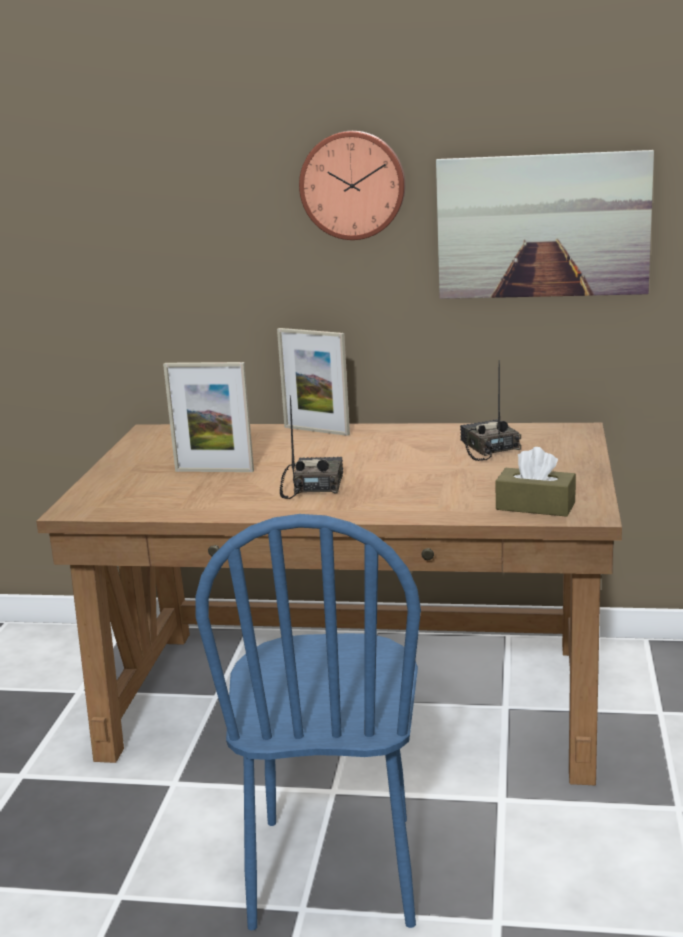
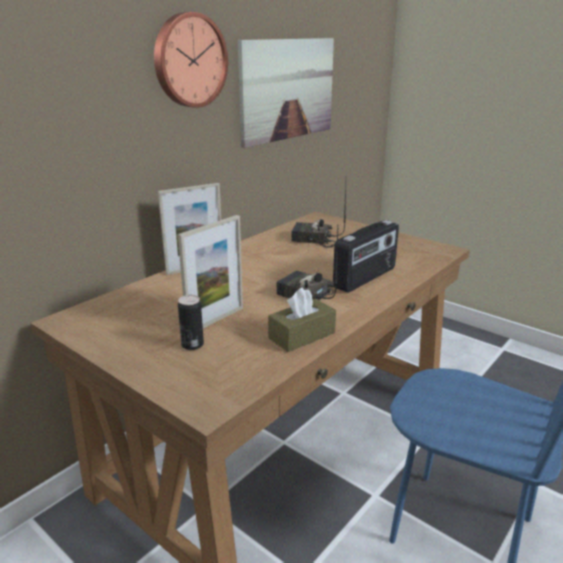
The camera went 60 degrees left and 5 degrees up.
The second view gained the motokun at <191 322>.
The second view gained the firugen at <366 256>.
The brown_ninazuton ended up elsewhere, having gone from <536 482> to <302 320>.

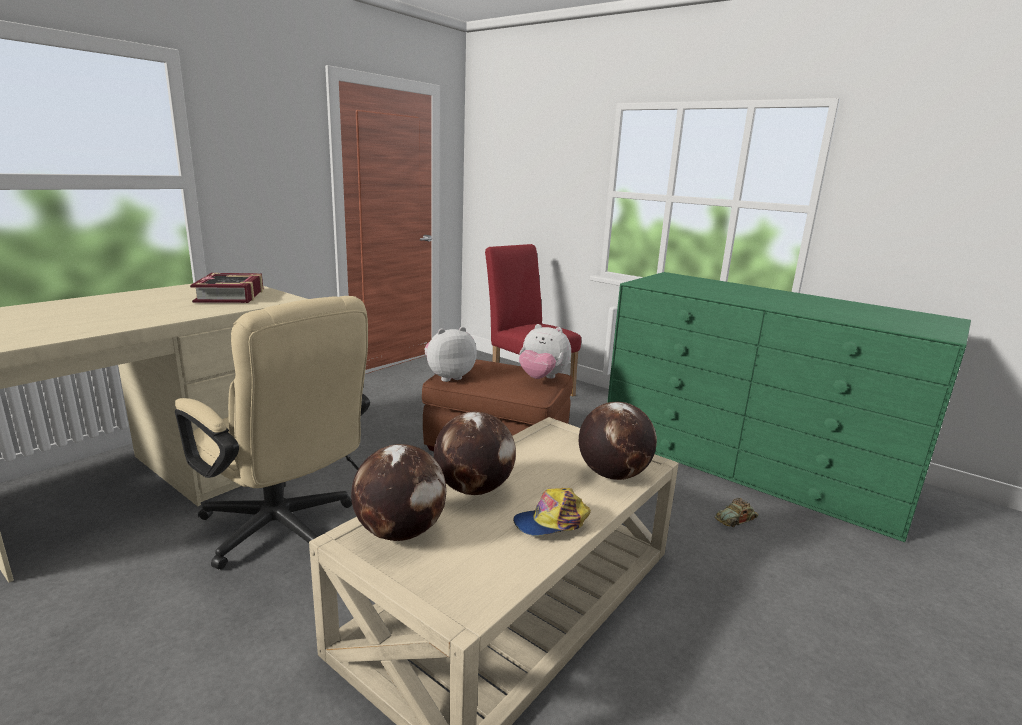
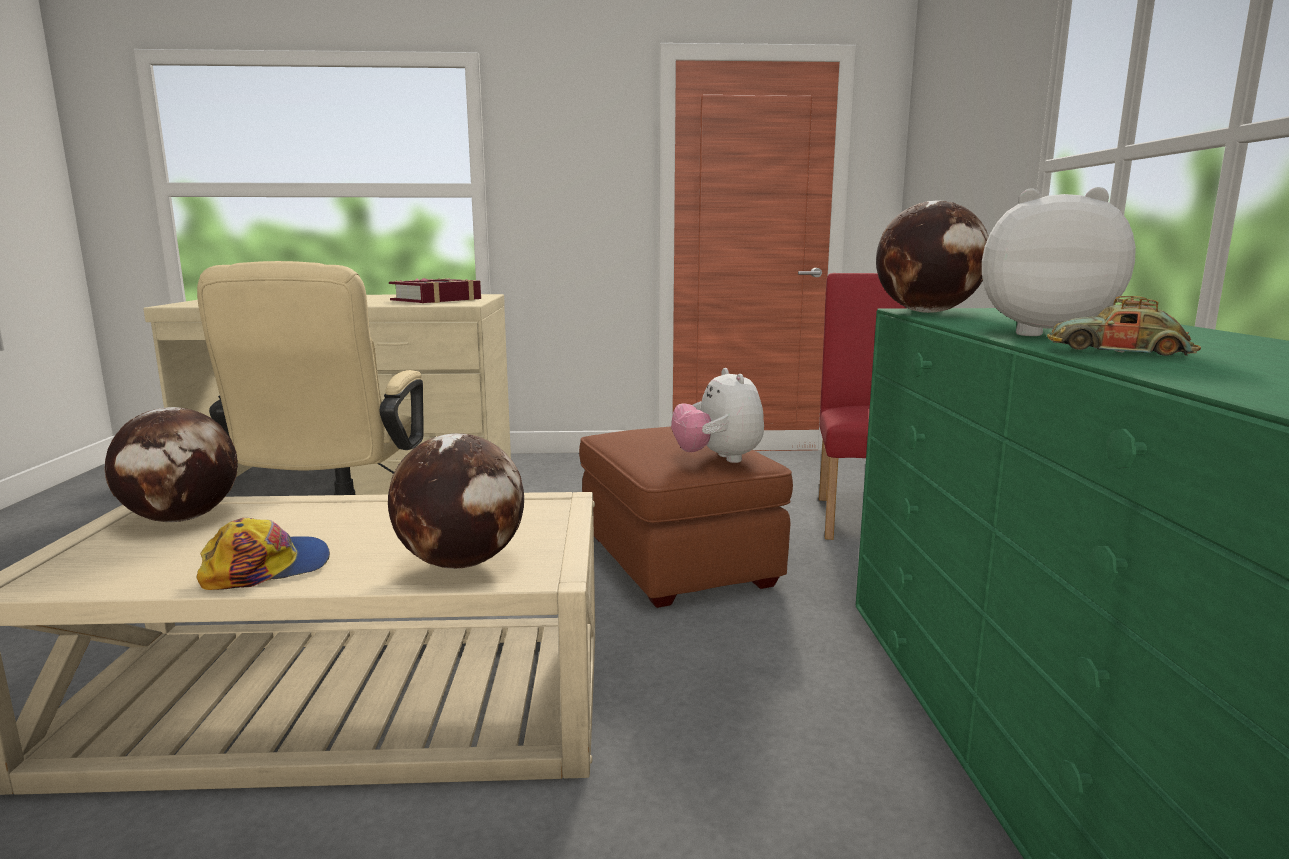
The camera went 50 degrees right and 5 degrees down.
The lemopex ended up elsewhere, having gone from <450 354> to <1059 261>.
The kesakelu ended up elsewhere, having gone from <475 453> to <932 256>.
The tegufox ended up elsewhere, having gone from <736 512> to <1124 326>.
The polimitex at <552 512> ended up facing another way, 120 degrees clockwise from before.

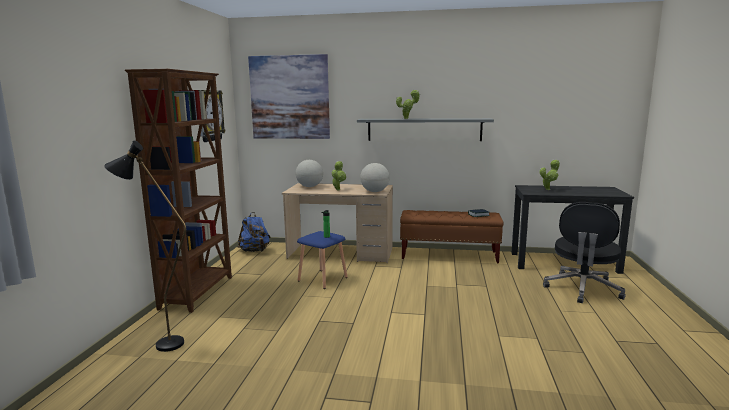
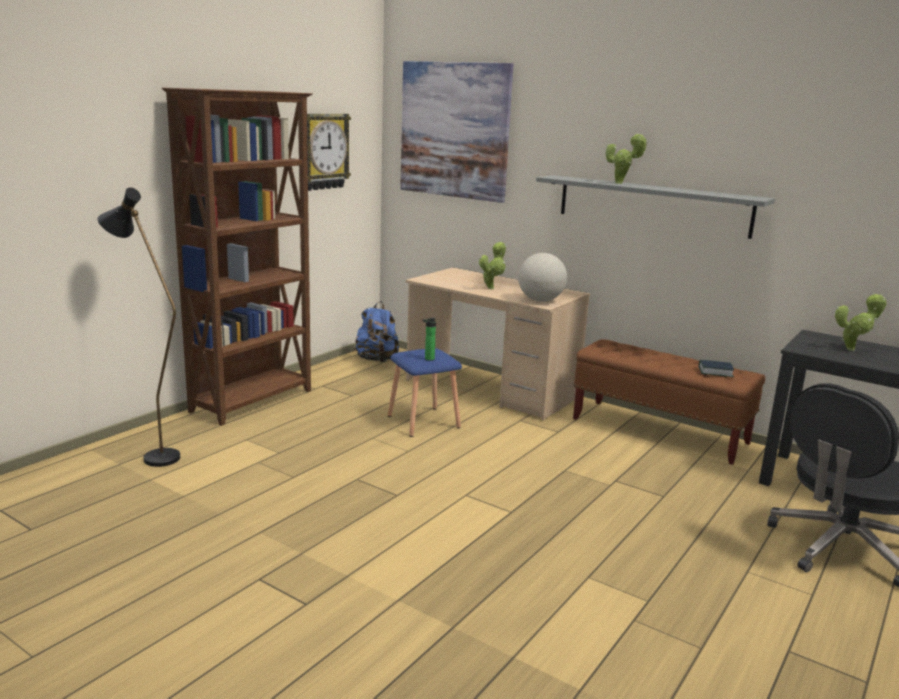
The camera went 25 degrees right and 5 degrees up.
The second view lost the kesakelu at <309 173>.

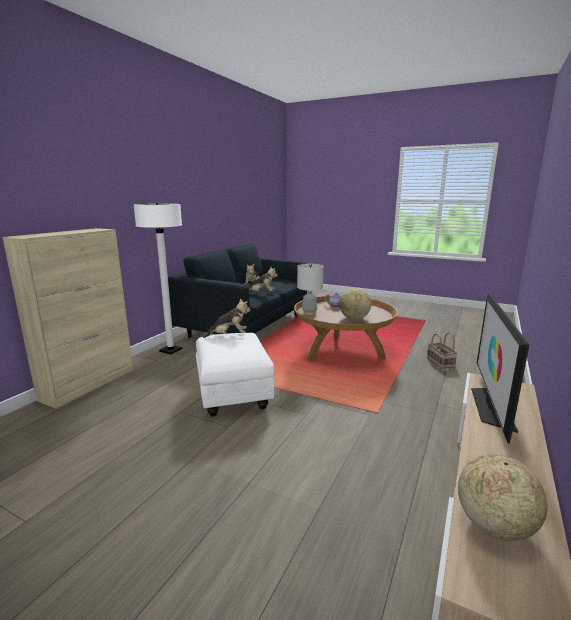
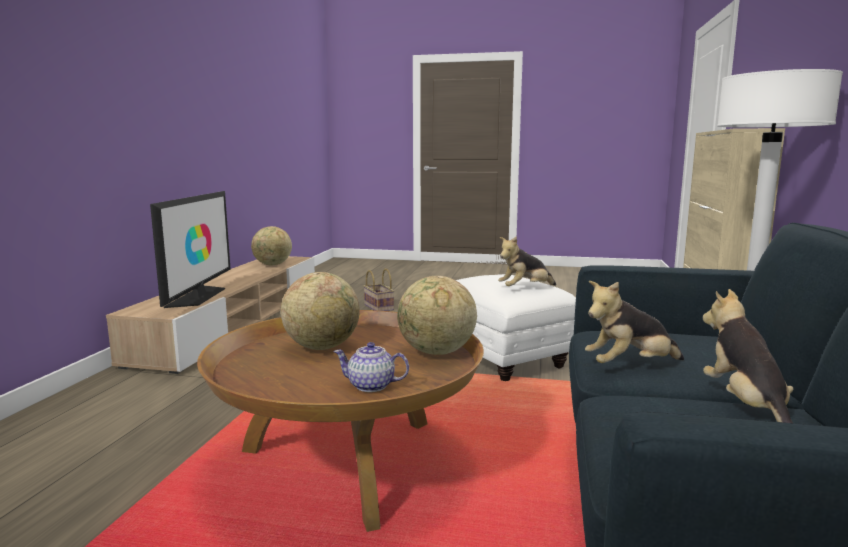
The camera went 165 degrees right and 5 degrees down.
The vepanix ended up elsewhere, having gone from <442 351> to <379 290>.
Where the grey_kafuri stood at <310 289>, the kesakelu came to stand at <437 315>.

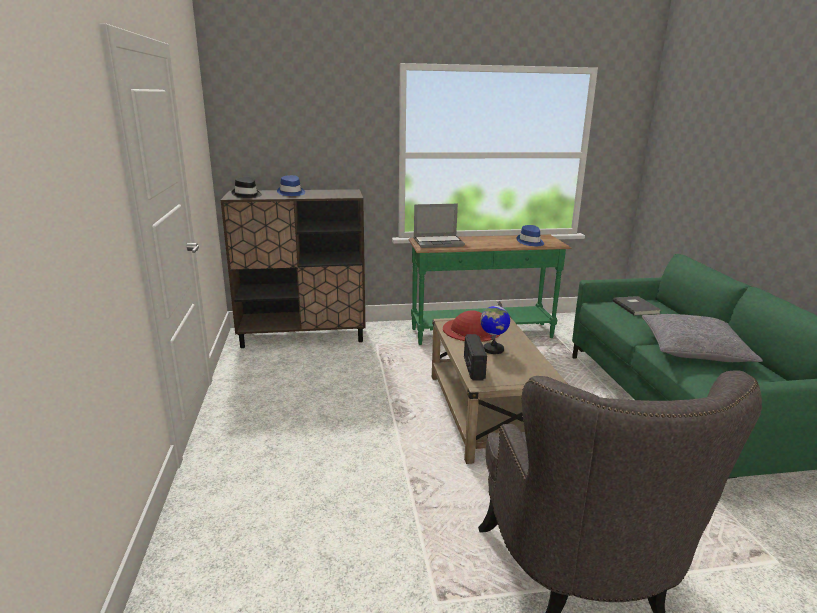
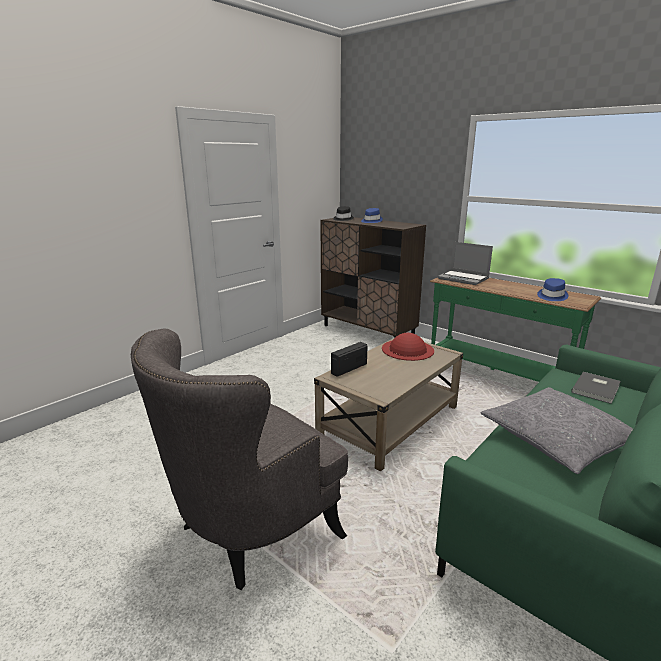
The camera went 50 degrees right and 0 degrees up.
The second view lost the kesakelu at <495 327>.

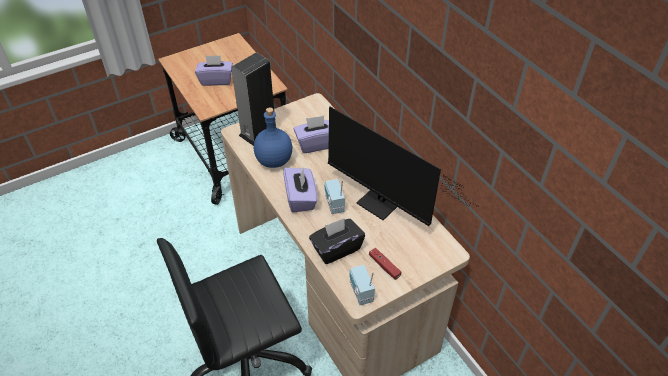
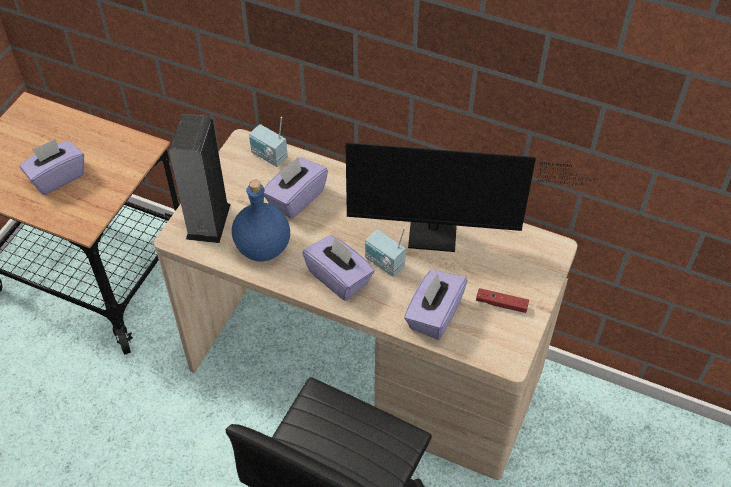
The camera went 35 degrees left and 5 degrees up.
The firugen ended up elsewhere, having gone from <362 285> to <268 142>.
What was the black_ninazuton at <337 241> turned into the purple_ninazuton at <436 305>.

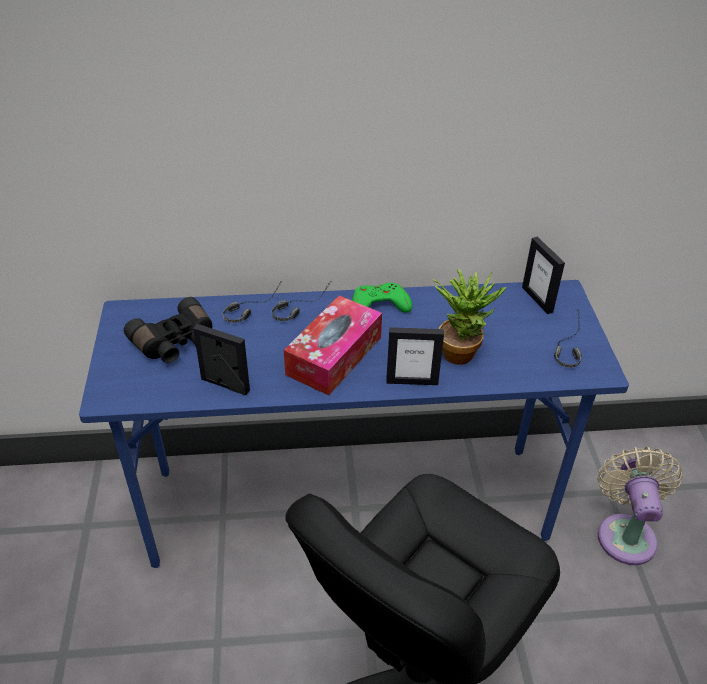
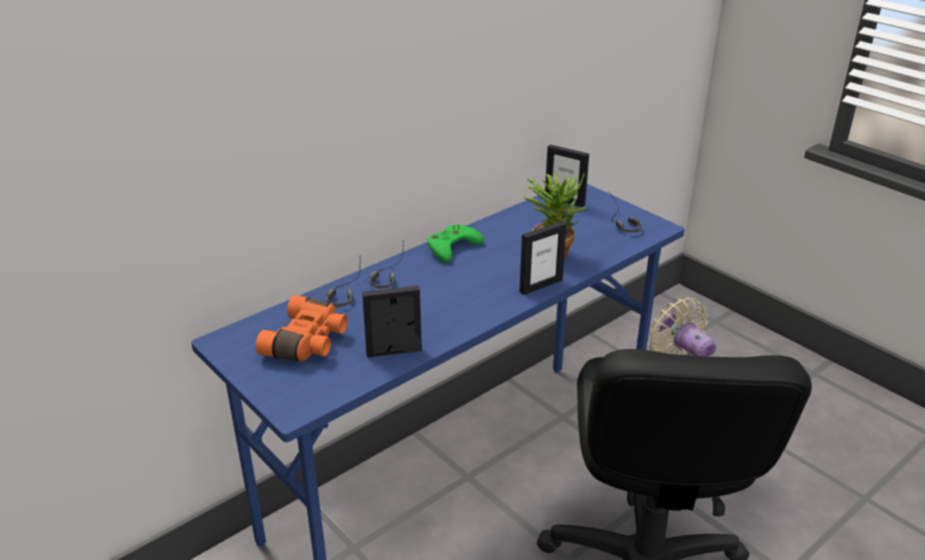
The camera went 35 degrees left and 10 degrees down.
The second view lost the ninazuton at <333 345>.
What was the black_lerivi at <168 330> turned into the orange_lerivi at <301 328>.

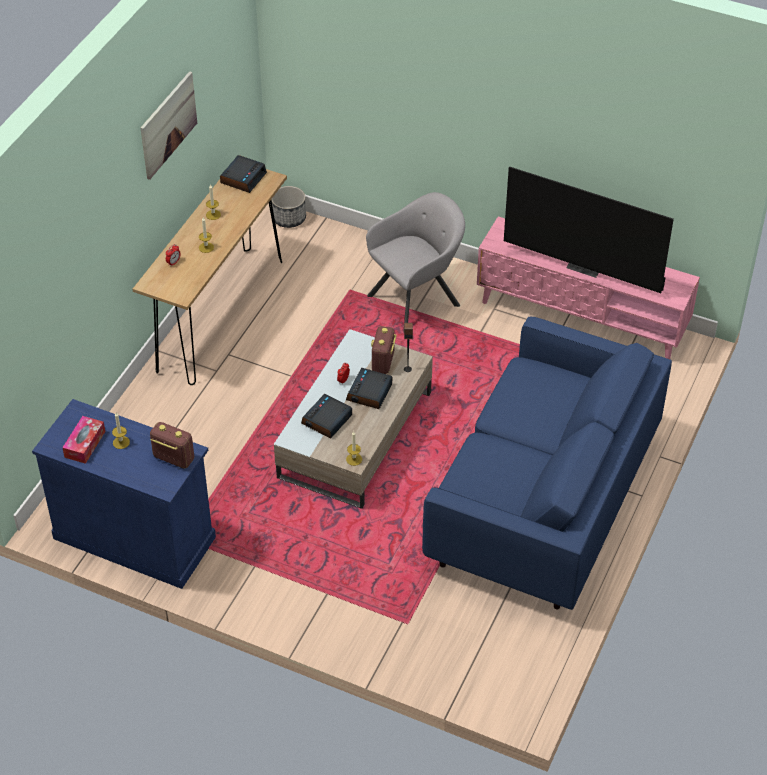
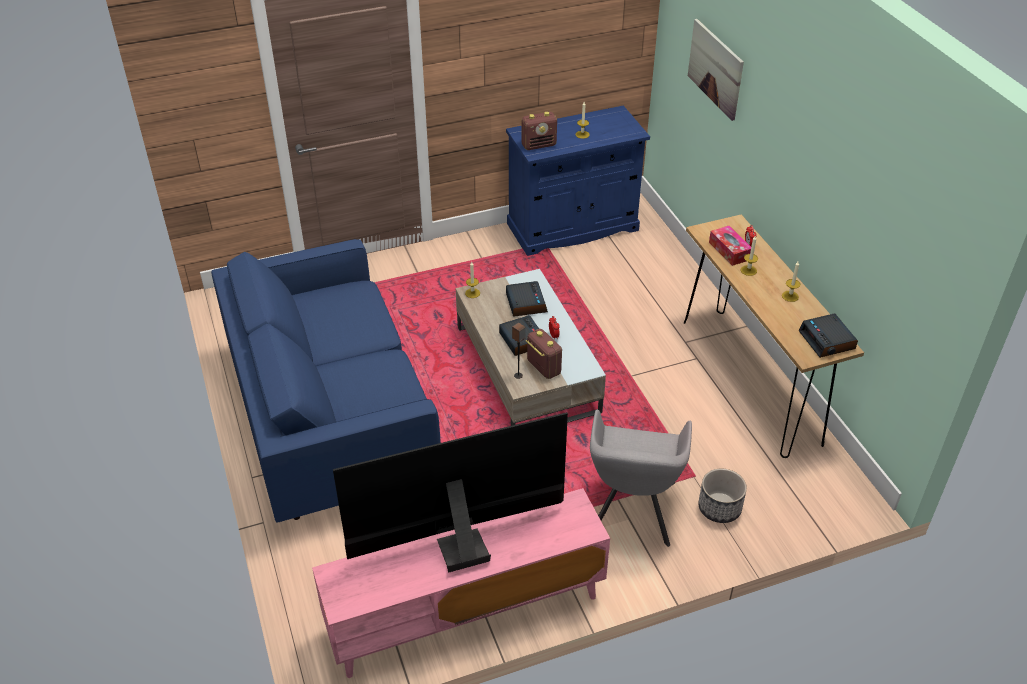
The camera went 135 degrees right and 5 degrees down.
The ninazuton ended up elsewhere, having gone from <83 440> to <730 246>.
The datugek ended up elsewhere, having gone from <169 125> to <716 70>.
The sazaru ended up elsewhere, having gone from <288 207> to <722 496>.

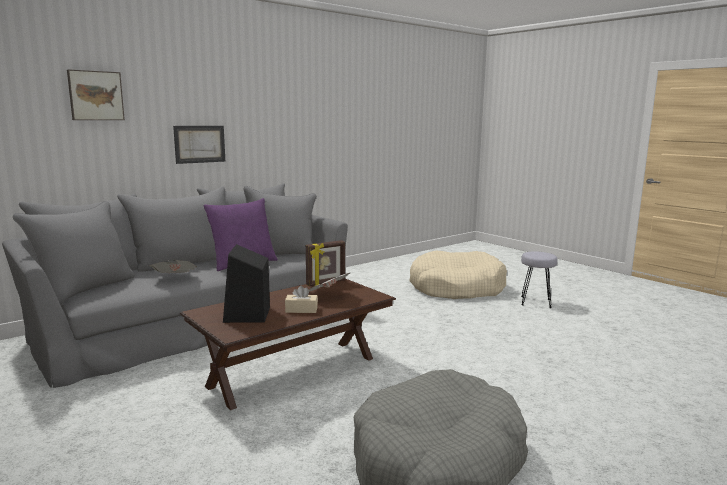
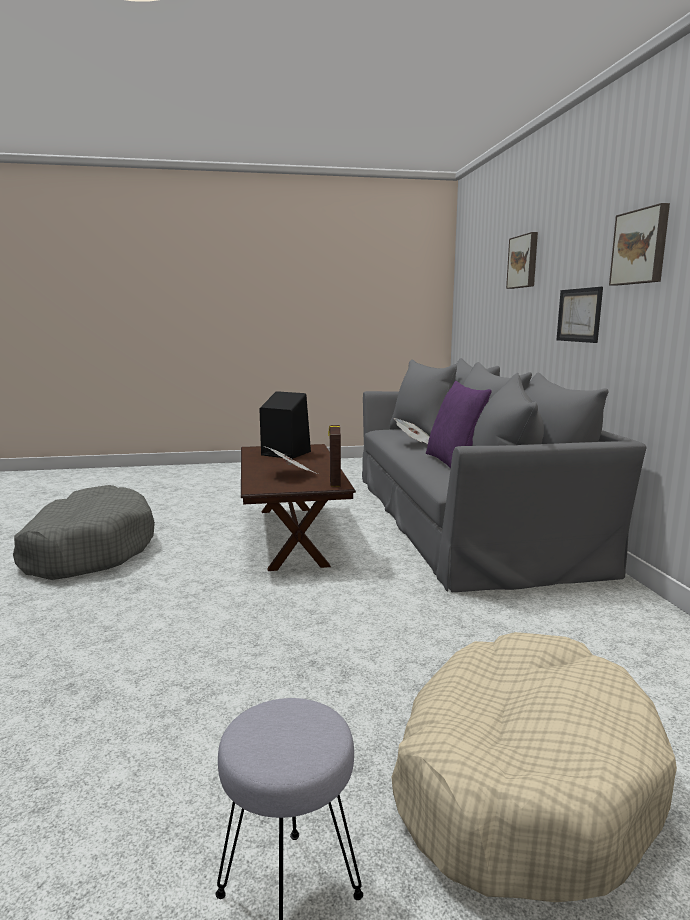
The camera went 120 degrees right and 0 degrees up.
The second view lost the beige_ninazuton at <301 299>.
The second view gained the datugek at <639 244>.

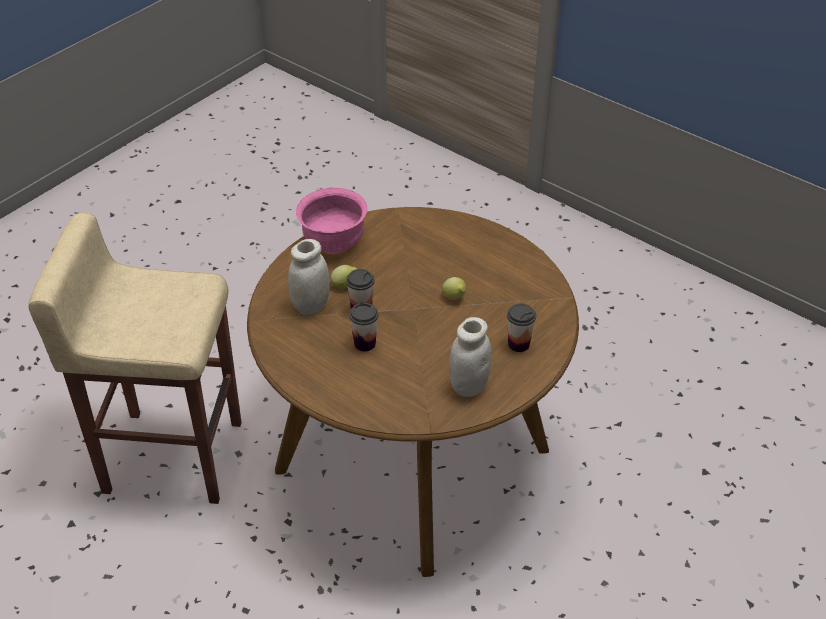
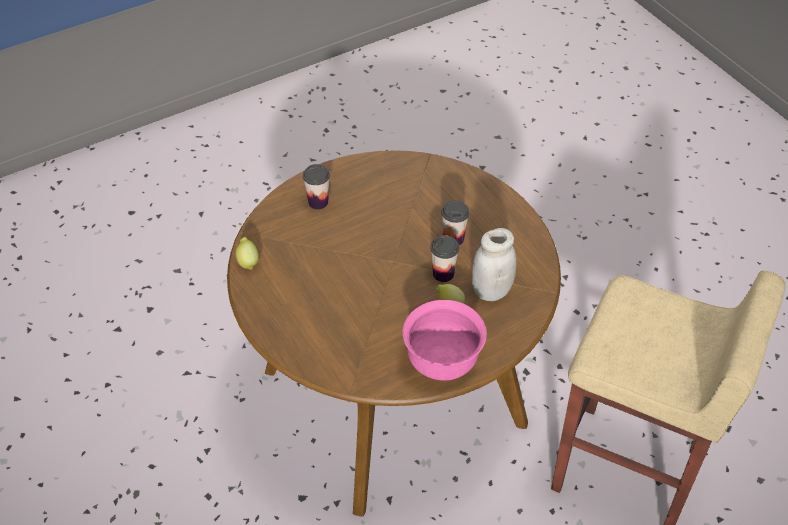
The camera went 160 degrees left and 5 degrees up.
The second view lost the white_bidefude at <470 357>.
The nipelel ended up elsewhere, having gone from <454 288> to <247 253>.

